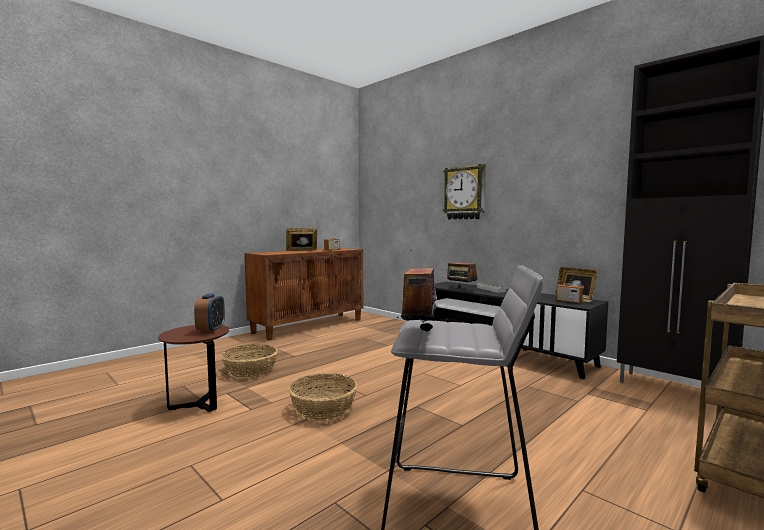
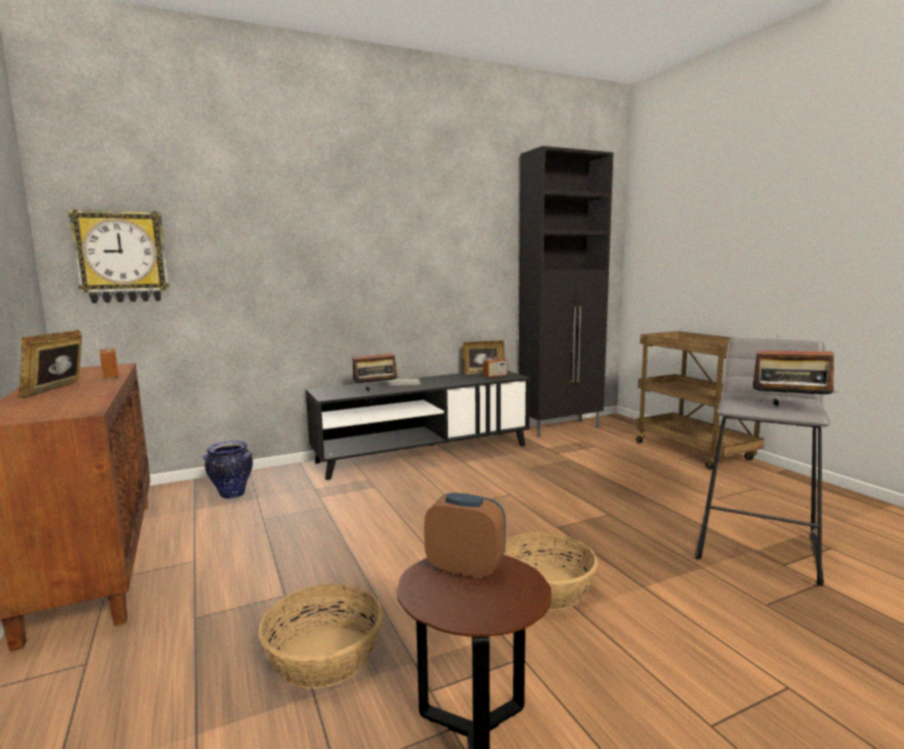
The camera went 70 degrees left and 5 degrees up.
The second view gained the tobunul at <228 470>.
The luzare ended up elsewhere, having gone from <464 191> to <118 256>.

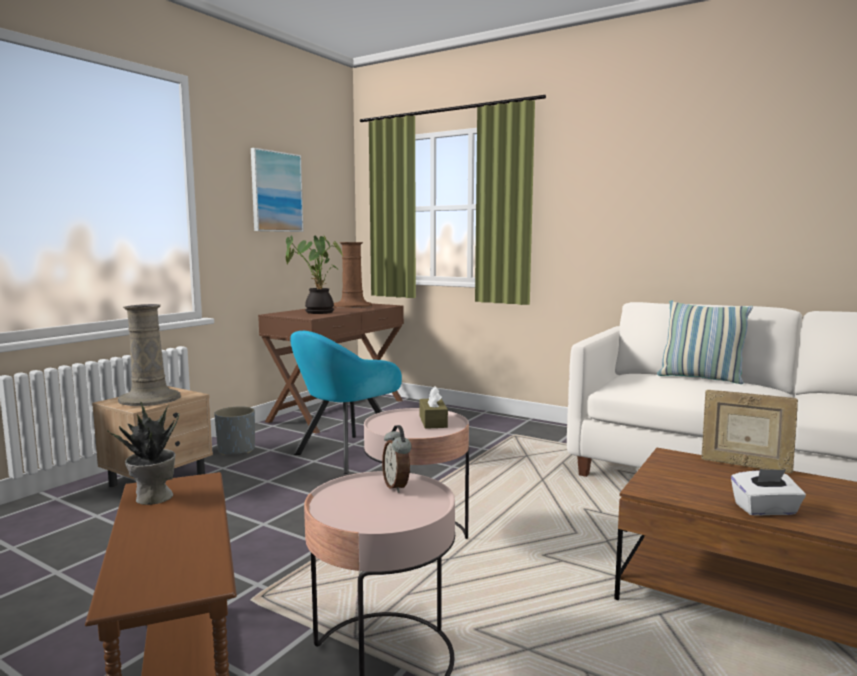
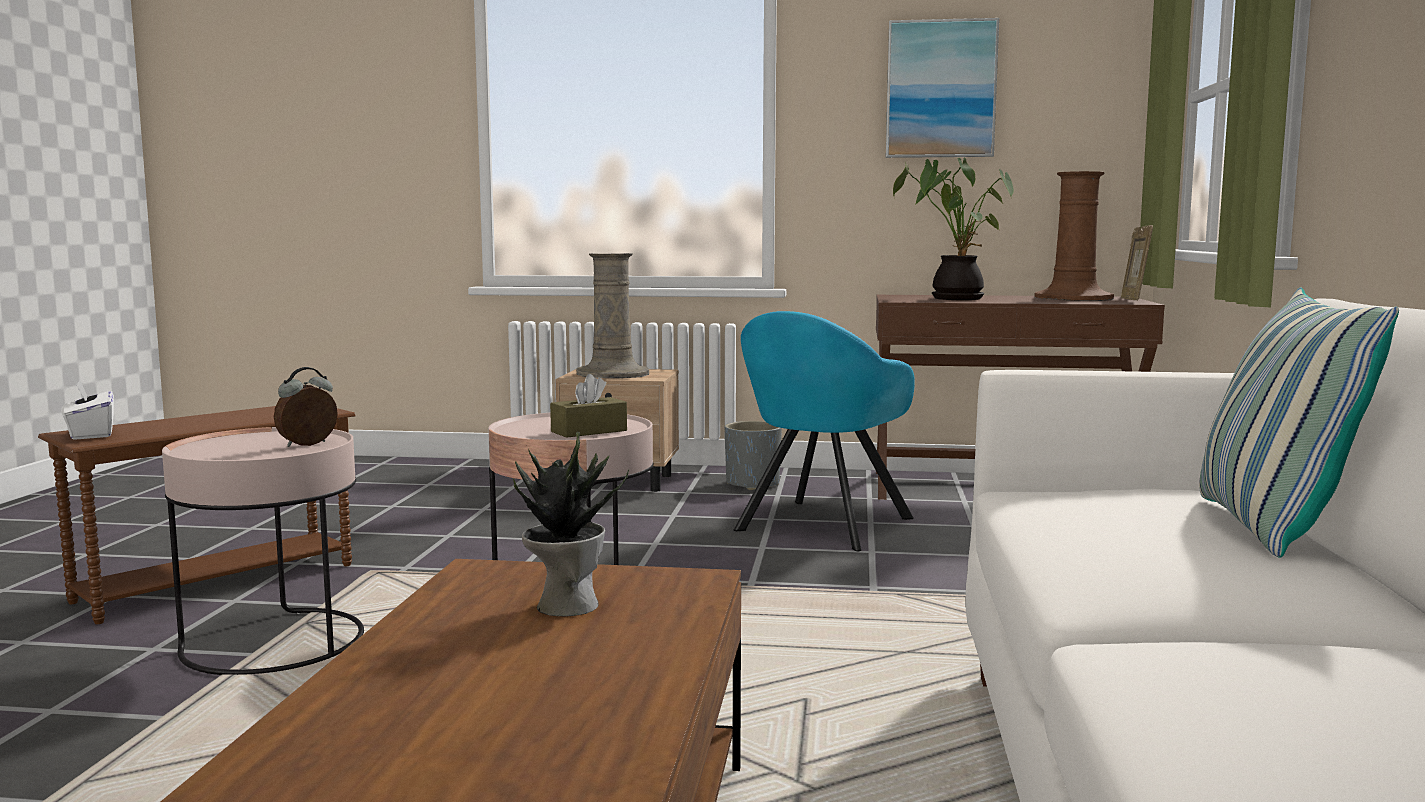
The camera went 65 degrees right and 0 degrees up.
The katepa ended up elsewhere, having gone from <142 453> to <571 523>.
The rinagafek ended up elsewhere, having gone from <749 431> to <1137 263>.
The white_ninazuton ended up elsewhere, having gone from <768 492> to <87 410>.
The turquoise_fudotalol at <346 402> ended up facing another way, 75 degrees counterclockwise from before.

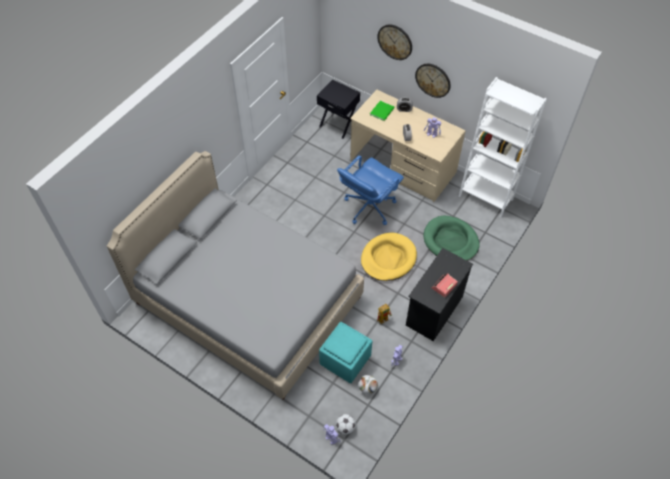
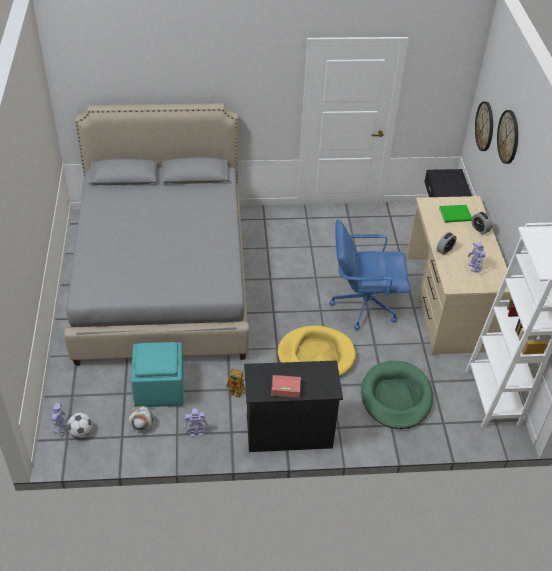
The camera went 50 degrees right and 10 degrees down.
The luzare ended up elsewhere, having gone from <433 81> to <484 126>.

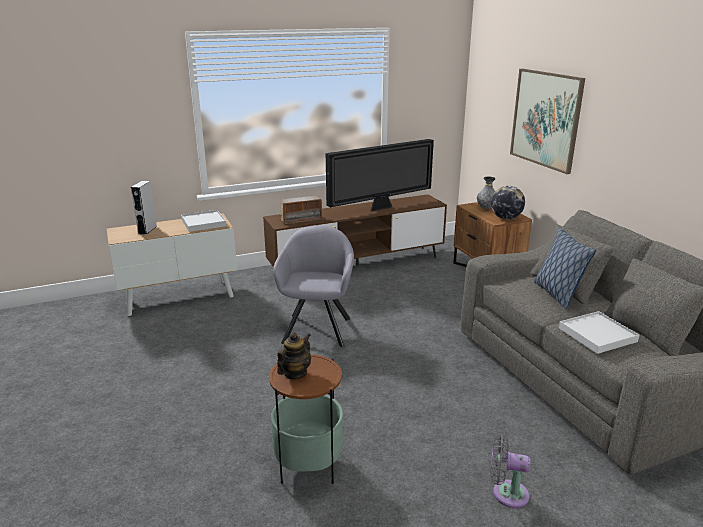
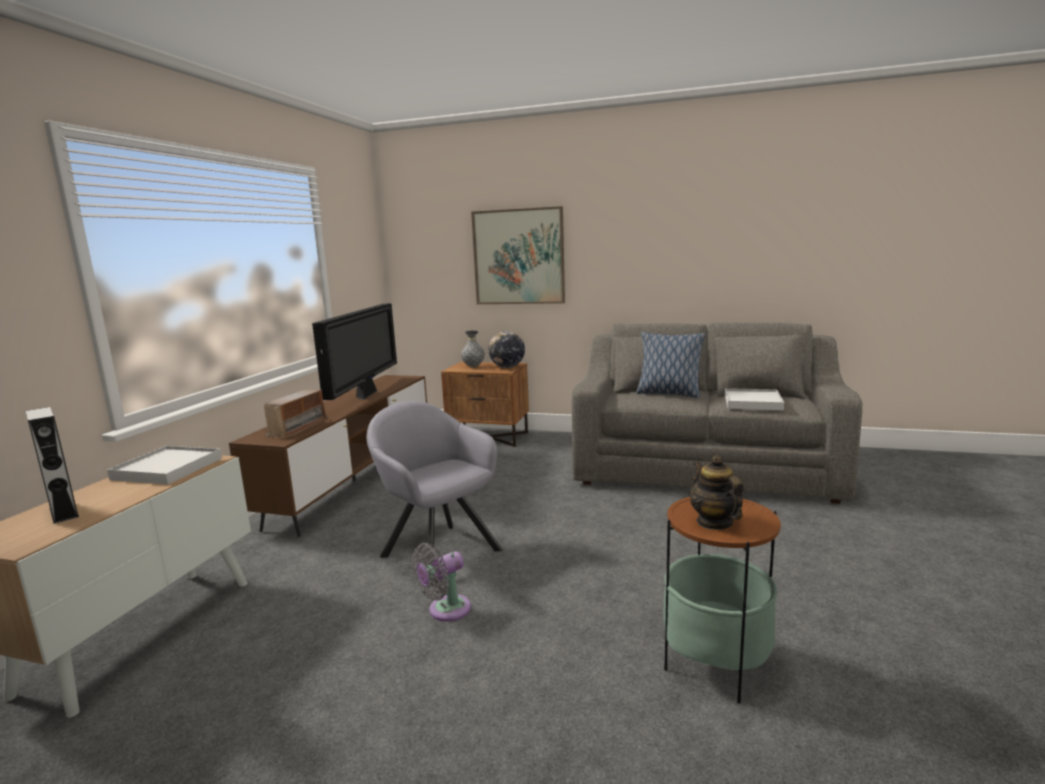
The camera went 50 degrees left and 10 degrees down.
The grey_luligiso ended up elsewhere, having gone from <510 471> to <441 582>.

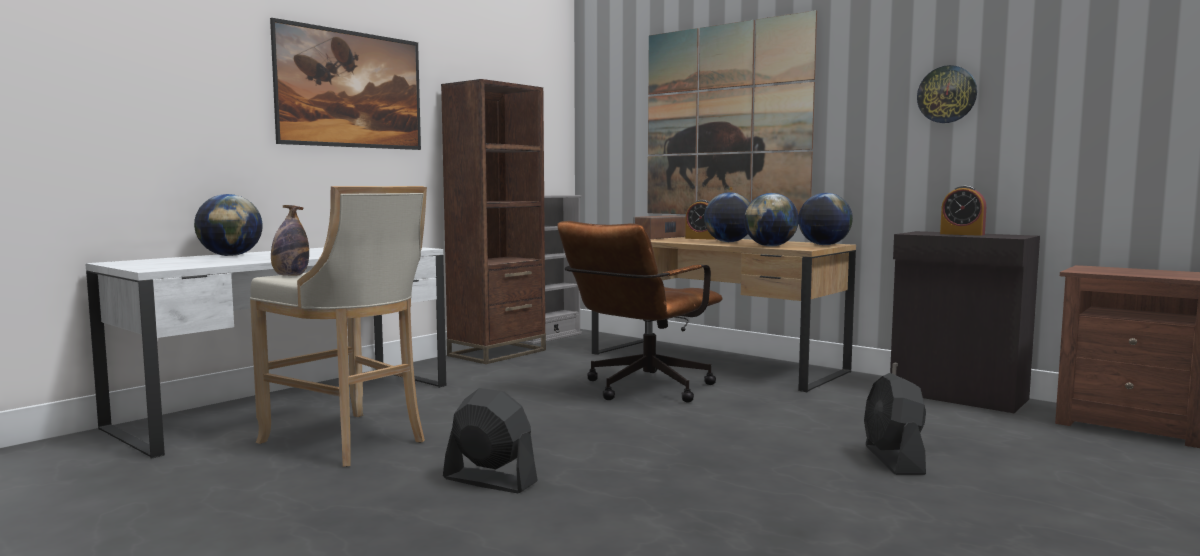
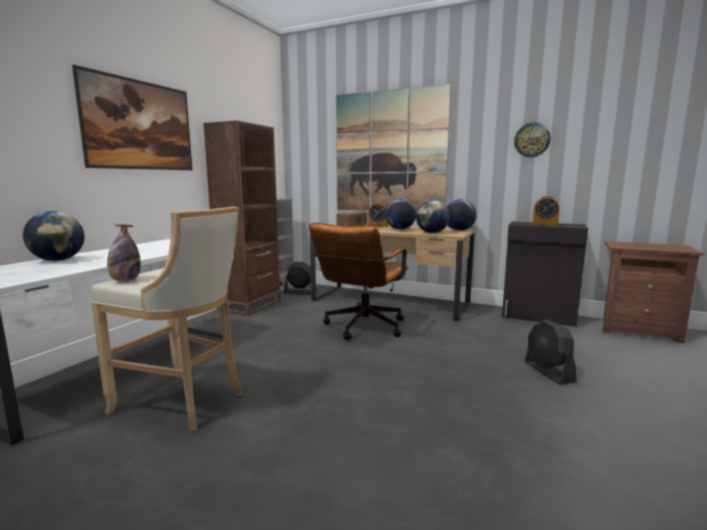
The camera went 15 degrees left and 5 degrees up.
The black_luligiso ended up elsewhere, having gone from <490 440> to <300 278>.

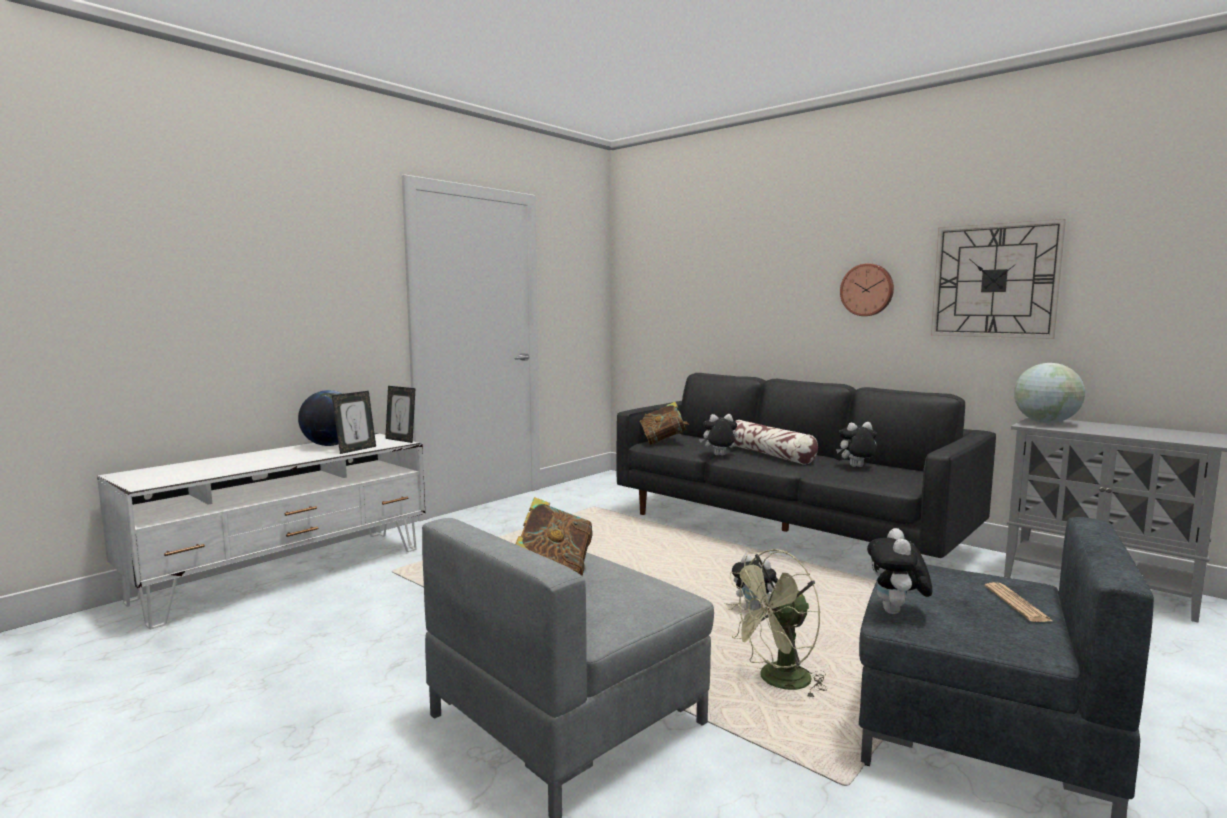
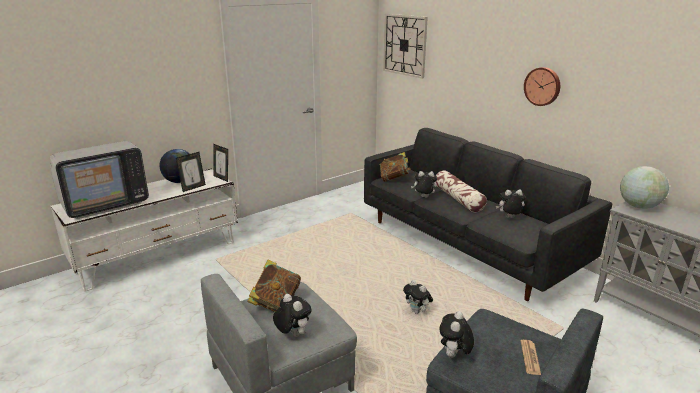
The camera went 10 degrees right and 15 degrees up.
The second view lost the green_luligiso at <776 624>.
The second view gained the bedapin at <99 180>.
The second view gained the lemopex at <292 315>.
The luzare ended up elsewhere, having gone from <998 279> to <405 46>.

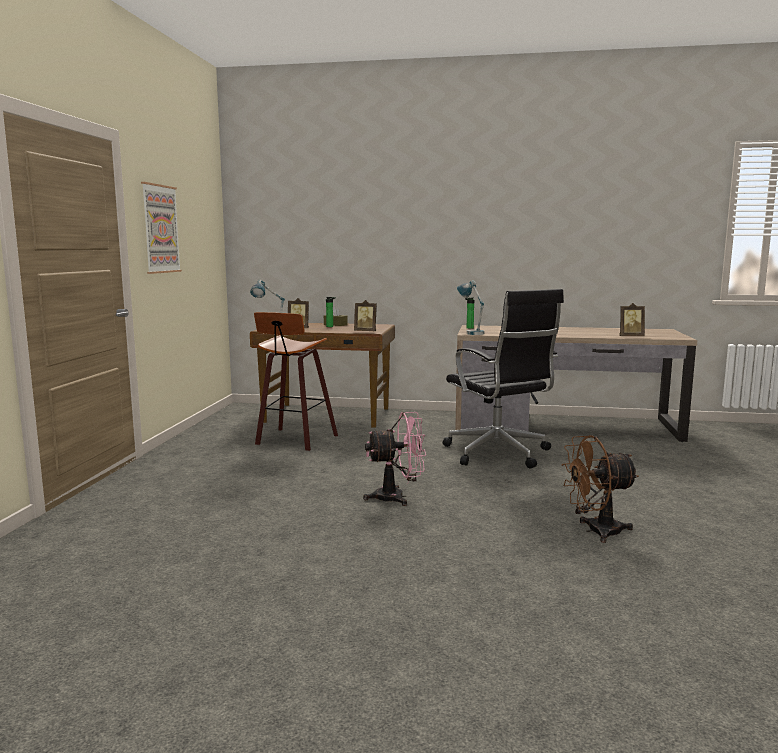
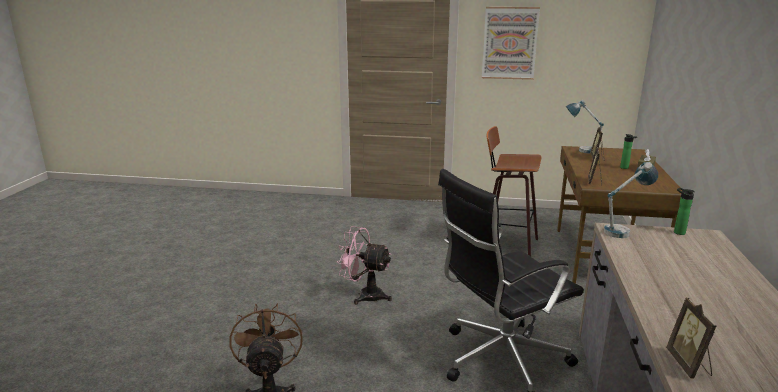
The camera went 90 degrees right and 10 degrees up.
The pink_luligiso at <394 459> ended up facing another way, 120 degrees clockwise from before.

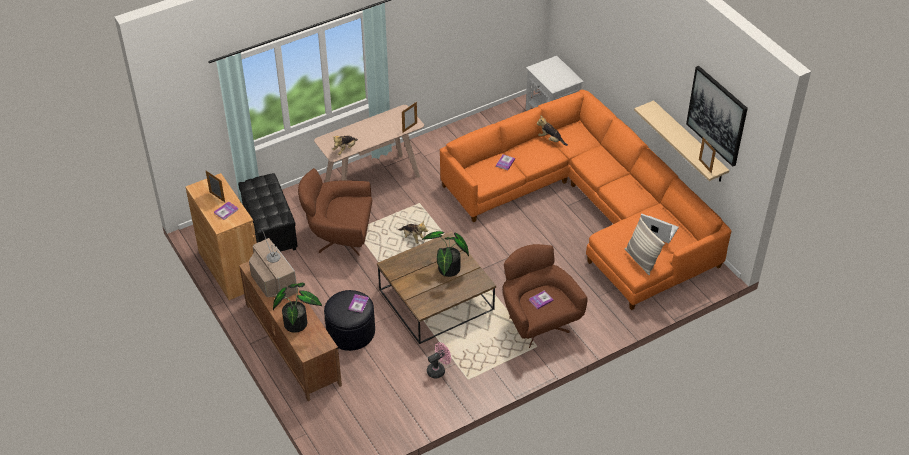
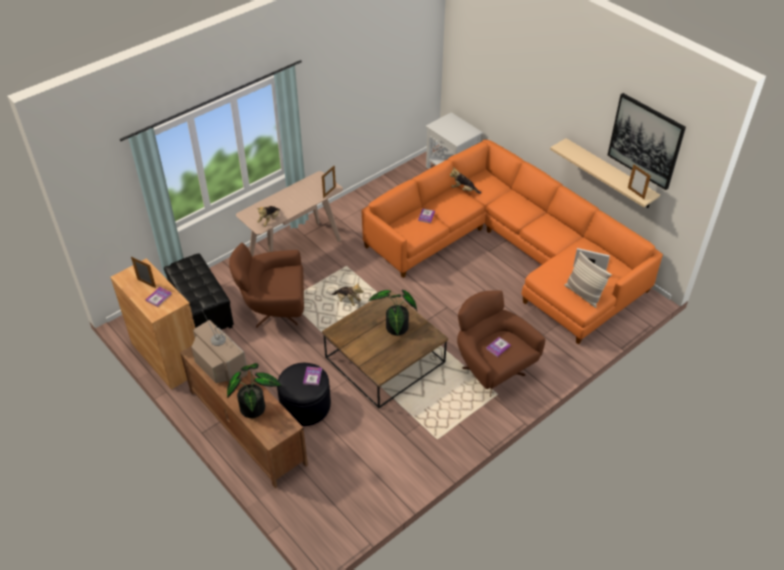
The camera went 10 degrees left and 0 degrees up.
The second view lost the pink_luligiso at <439 360>.

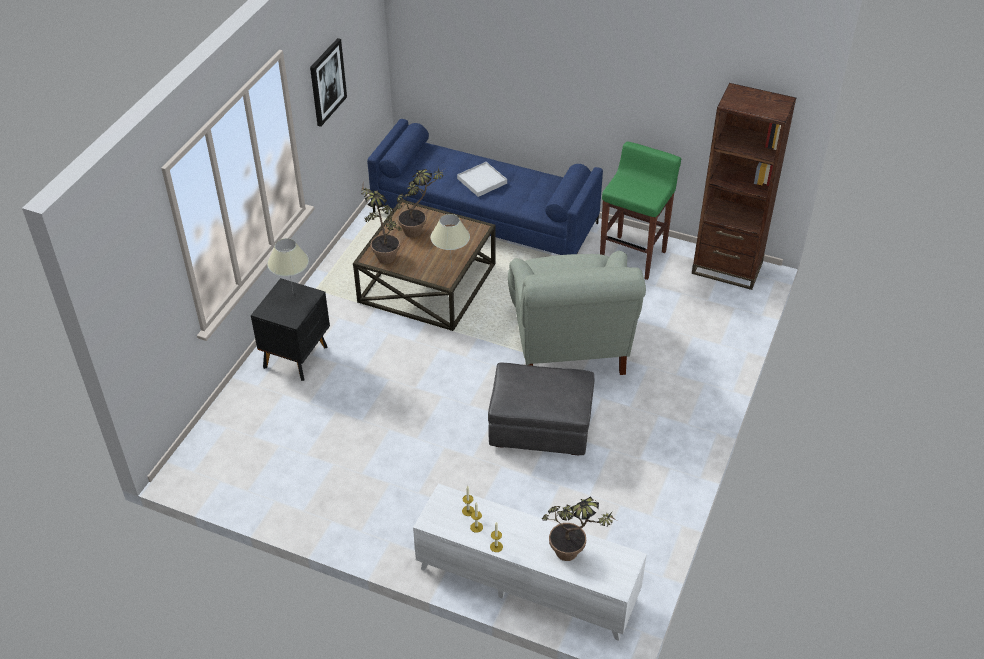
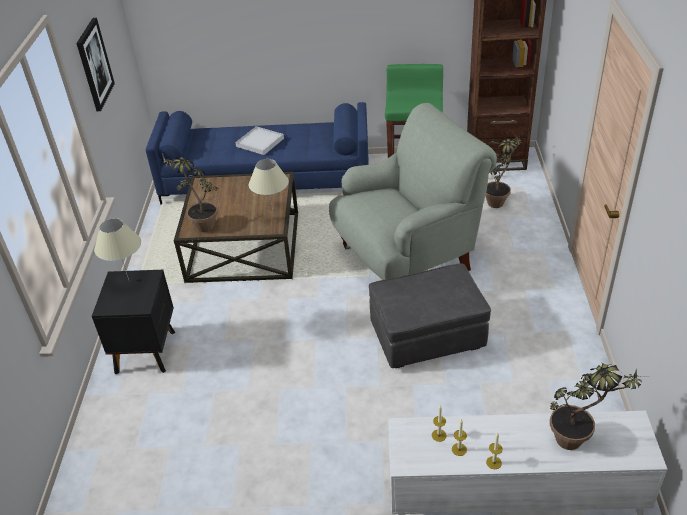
The camera went 20 degrees left and 5 degrees down.
The katepa ended up elsewhere, having gone from <420 203> to <503 171>.
The grey_fudotalol at <577 313> ended up facing another way, 90 degrees counterclockwise from before.

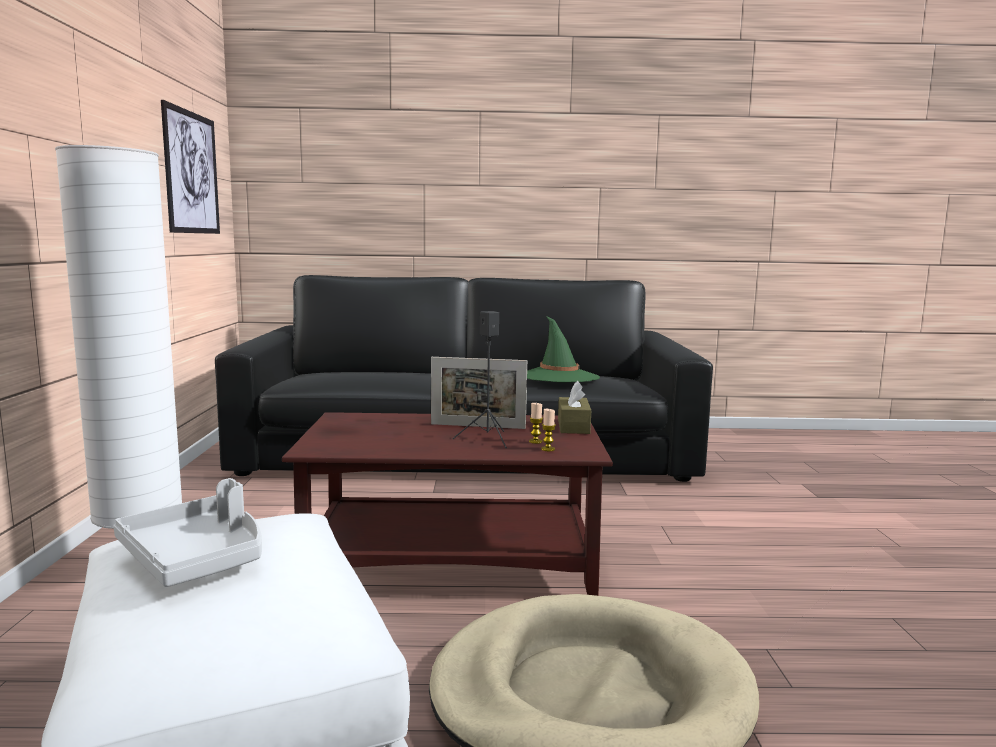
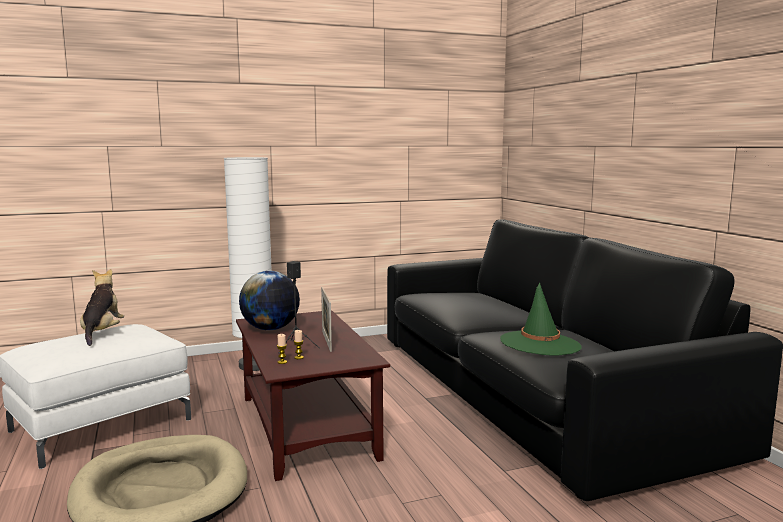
The camera went 70 degrees right and 0 degrees up.
The second view lost the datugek at <190 167>.
The second view lost the brown_ninazuton at <574 407>.
The second view gained the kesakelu at <269 300>.
Where the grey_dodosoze stood at <187 532>, the lemopex came to stand at <102 307>.

